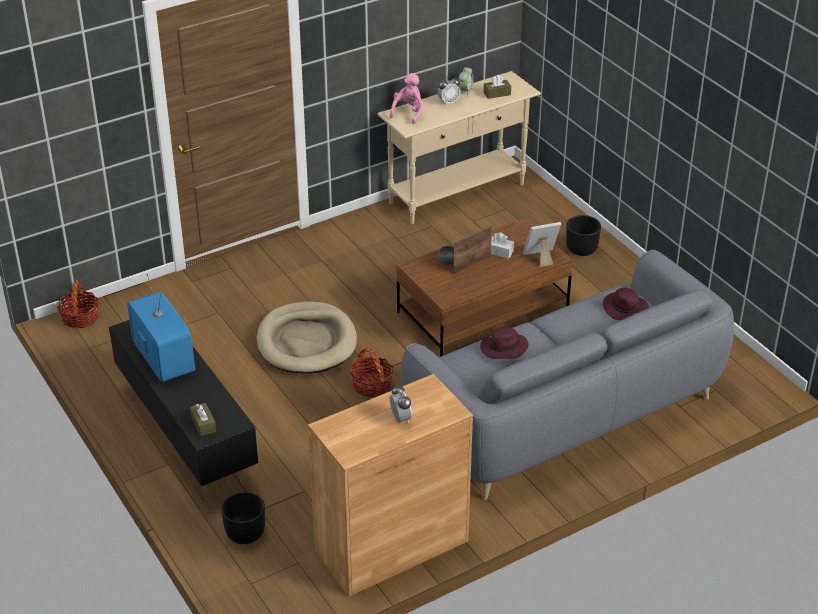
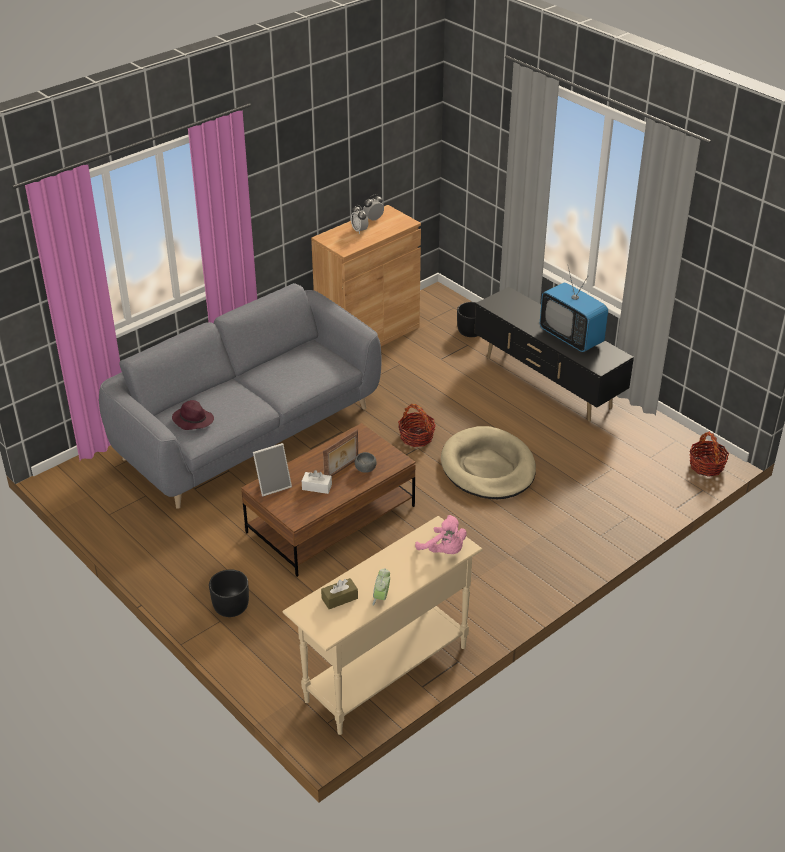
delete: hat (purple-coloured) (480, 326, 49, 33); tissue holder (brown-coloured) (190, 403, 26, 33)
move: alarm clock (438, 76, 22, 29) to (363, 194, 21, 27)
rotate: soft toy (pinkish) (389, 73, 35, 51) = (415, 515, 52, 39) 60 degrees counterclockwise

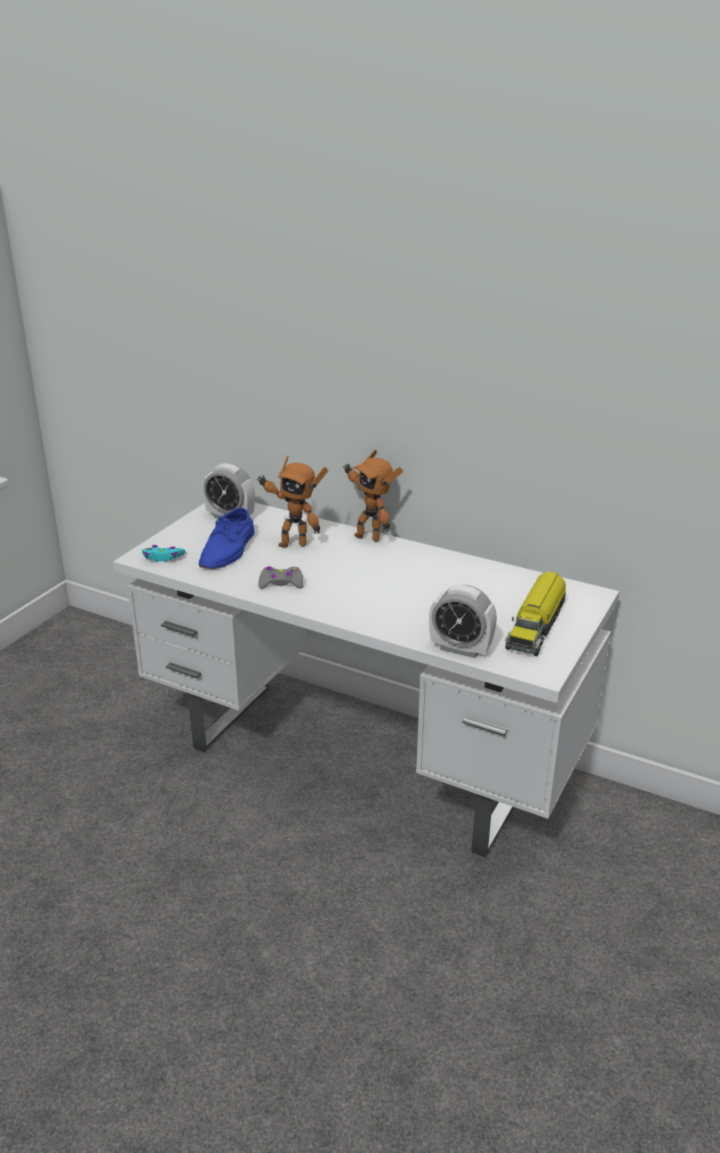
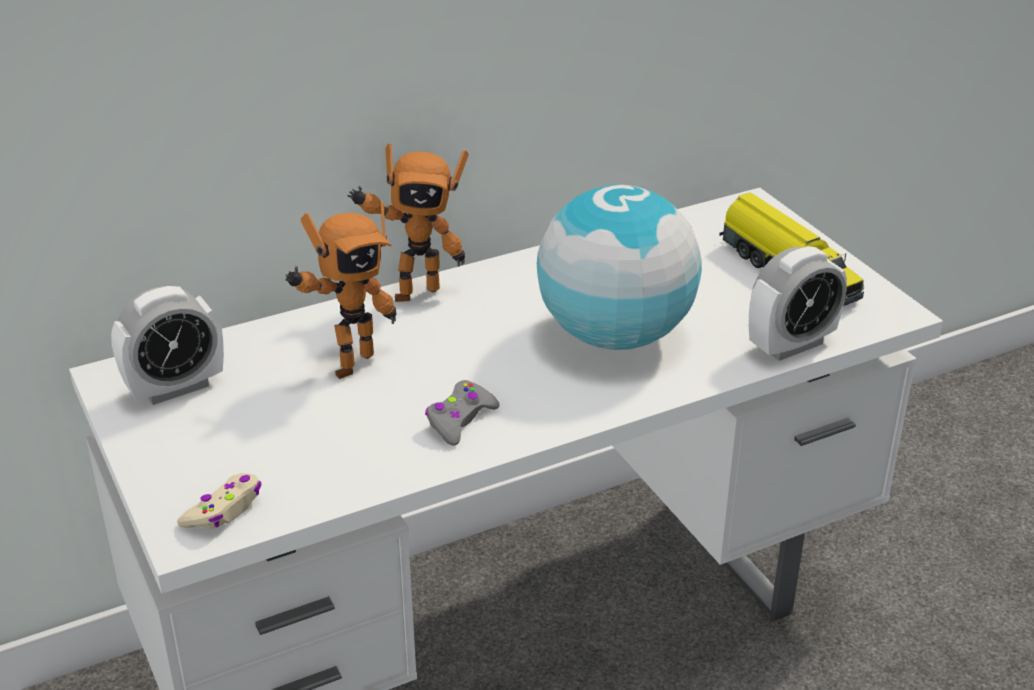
delete: shoe (blue-coloured) (199, 508, 56, 61)
insert: world globe (537, 185, 165, 165)
recolor: joypad (turquoise) (142, 545, 43, 17) to joypad (sand-coloured) (177, 473, 85, 56)

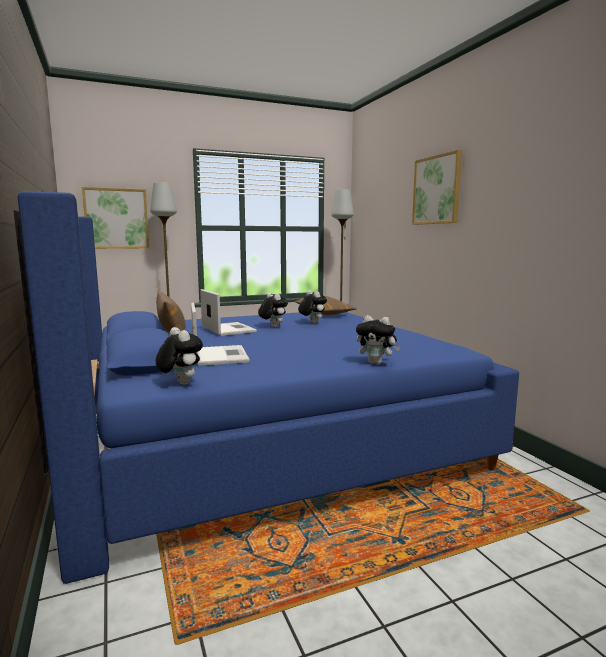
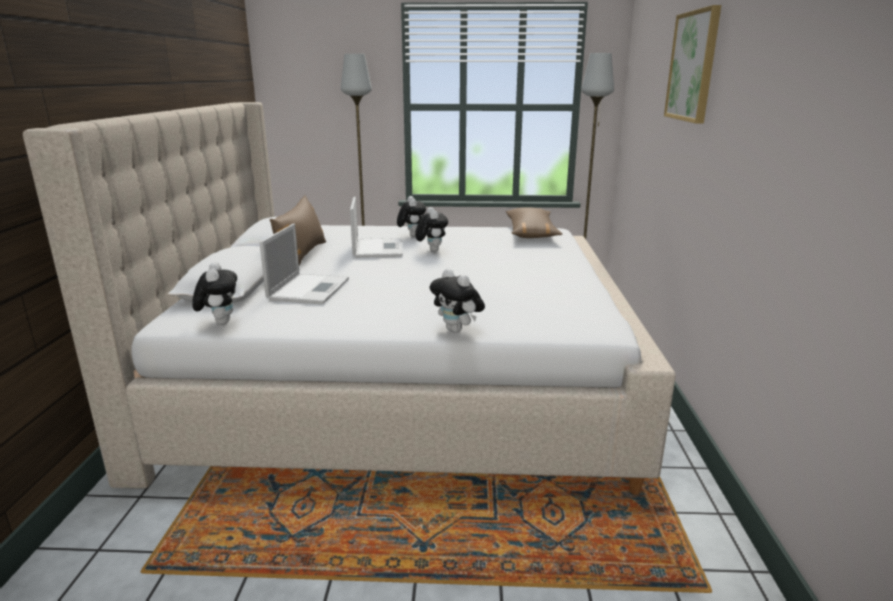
delete: wall art (82, 187, 67, 62)
move: soft toy (298, 290, 29, 34) to (397, 196, 29, 41)
recolor: bed (blue-coloured) (13, 191, 506, 393) to bed (sand-coloured) (23, 102, 653, 393)

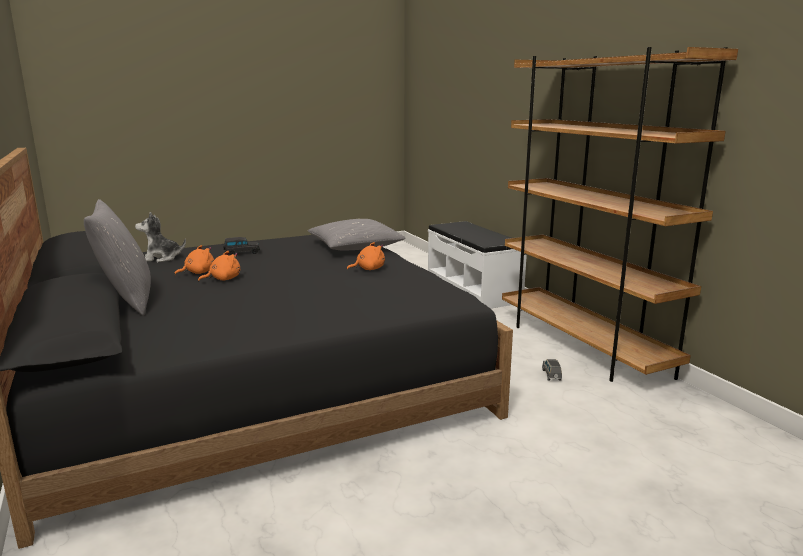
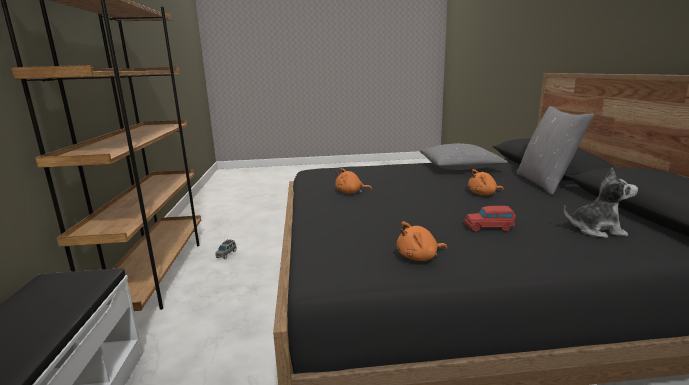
move: cushion (gray) (308, 219, 98, 32) to (420, 143, 88, 27); soft toy (orangey) (174, 245, 40, 30) to (397, 221, 50, 40)
recolor: model car (blackish) (222, 237, 38, 18) to model car (red-coloured) (465, 206, 51, 26)

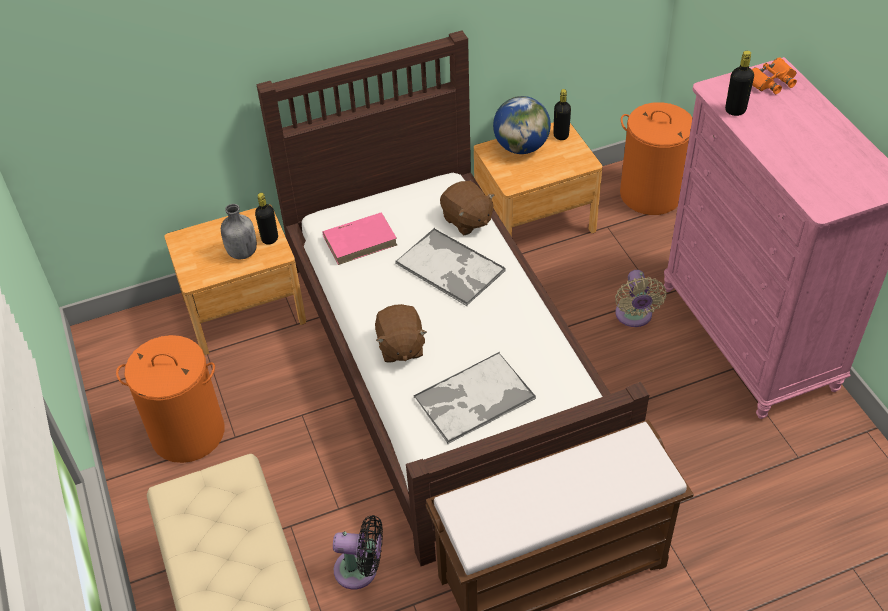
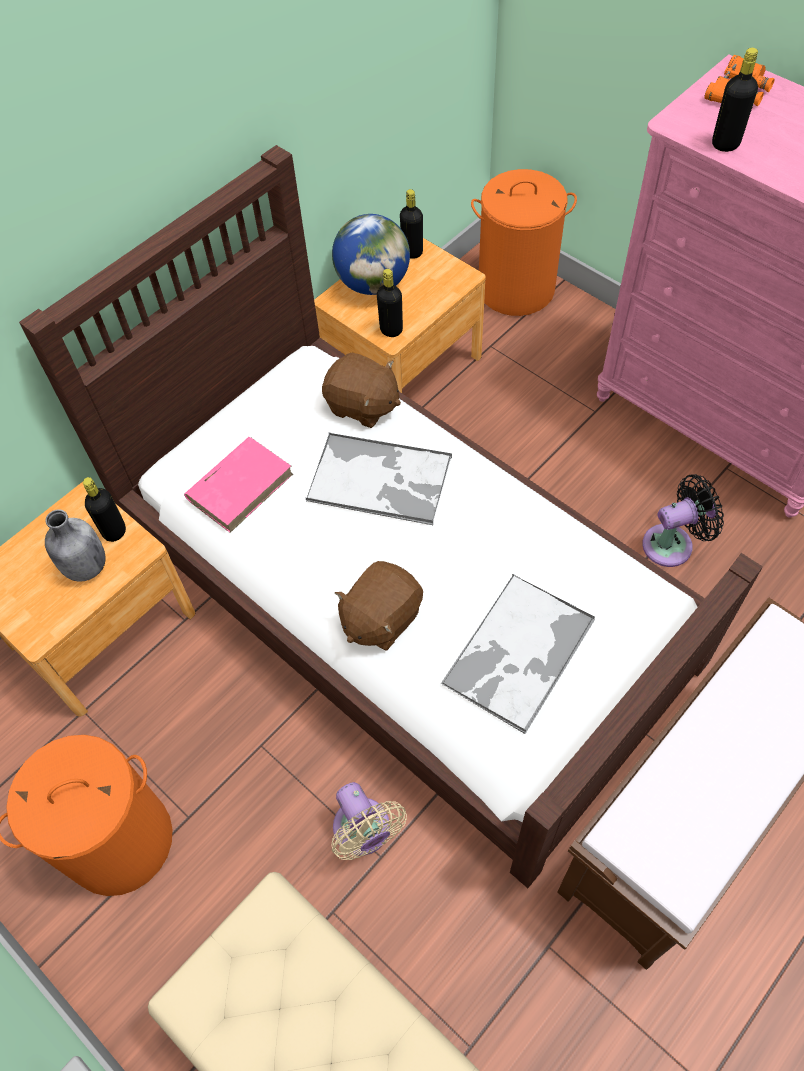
insert: beverage bottle (blackish) (377, 269, 26, 68)
move: fan (sand-coloured) (615, 270, 51, 57) to (332, 782, 75, 78); fan (blackish) (333, 515, 50, 74) to (642, 474, 82, 93)
rotate: soft toy (brown-coloured) (375, 304, 52, 59) = (335, 561, 88, 90) 75 degrees clockwise

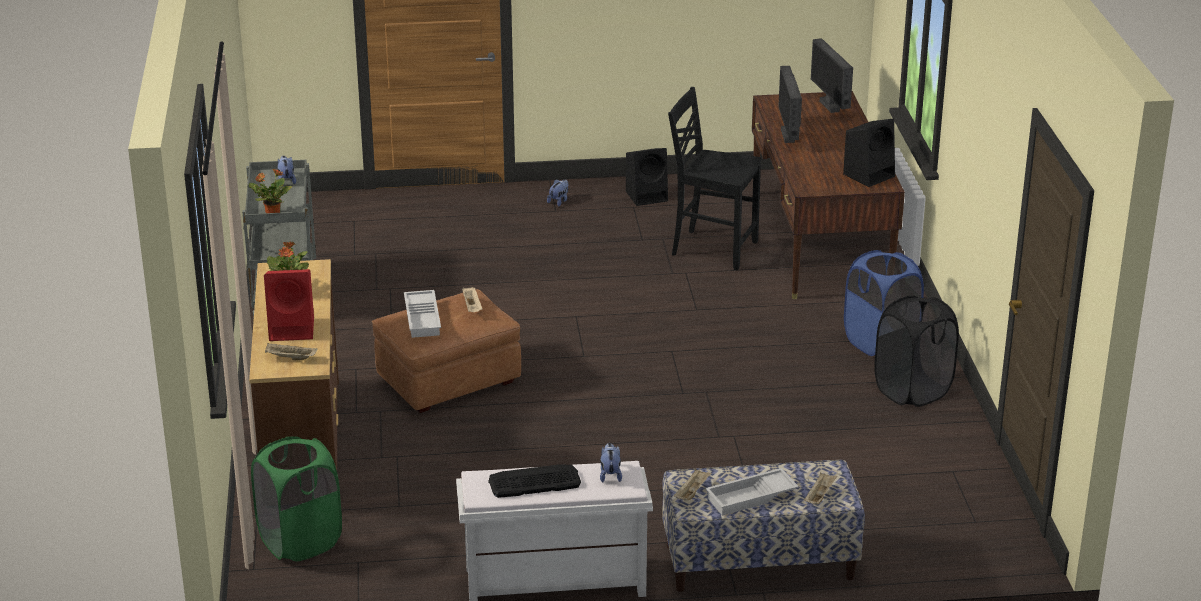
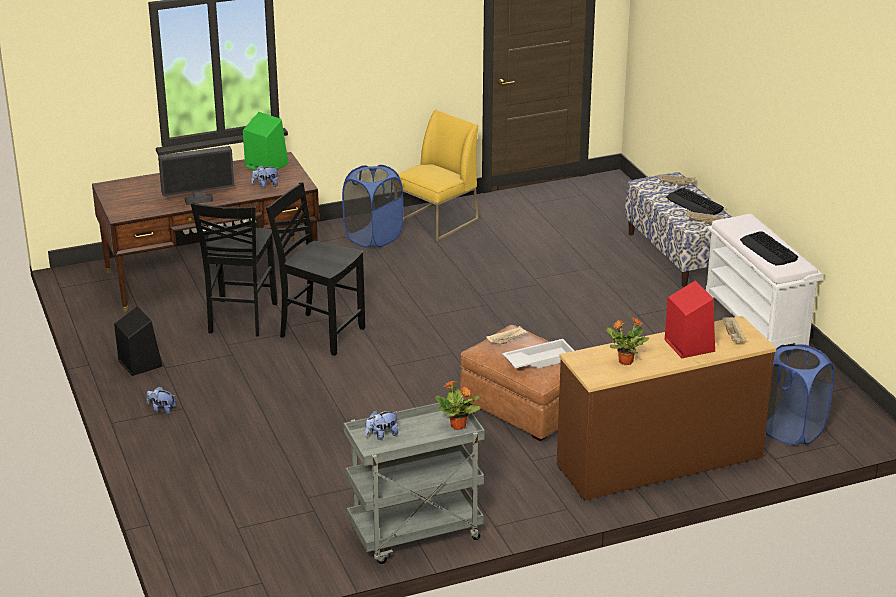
delete: computer display (811, 38, 42, 75)
insert: upright chair (blackish) (266, 182, 99, 174)
move: soft toy (600, 443, 22, 39) to (251, 165, 27, 23)
replace: washing basket (blackish) (874, 295, 85, 112) to upright chair (yellowish) (398, 110, 81, 132); serving tray (whitish) (705, 468, 94, 47) to computer keyboard (666, 188, 58, 27)
recolor: speaker (blackish) (843, 119, 52, 68) to speaker (green) (243, 112, 45, 58); washing basket (green) (251, 436, 91, 125) to washing basket (blue-coloured) (765, 344, 69, 101)

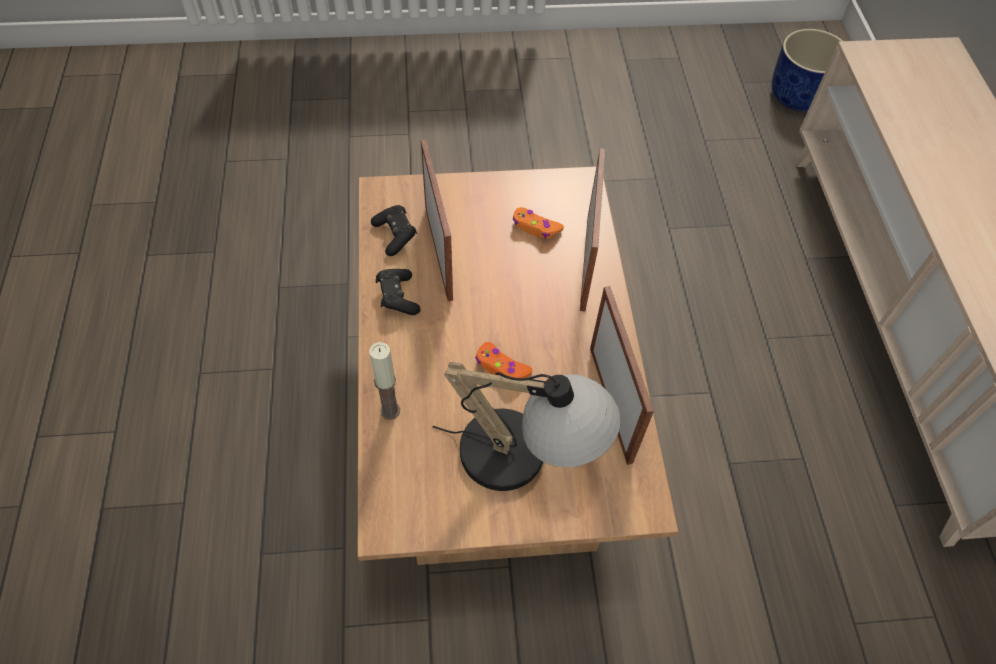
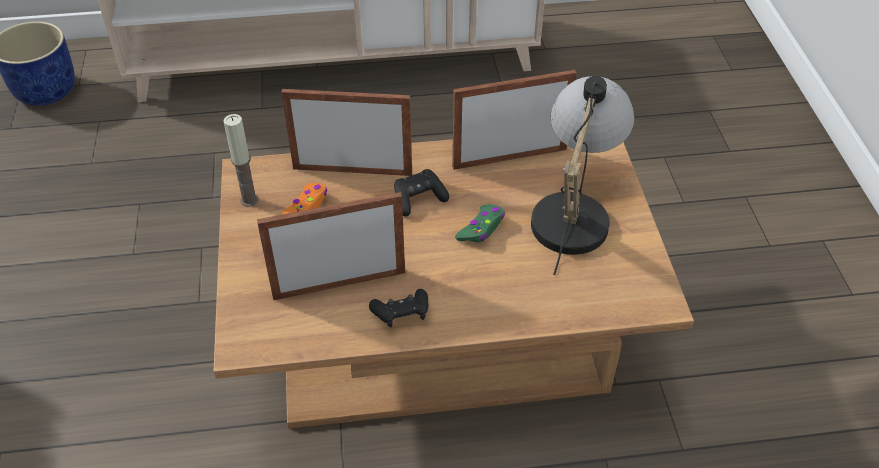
move: joypad (blackish) (371, 205, 46, 51) to (394, 169, 55, 47); candle (369, 342, 31, 78) to (223, 114, 36, 93)
recolor: joypad (orangey) (475, 342, 58, 36) to joypad (green) (455, 204, 50, 38)

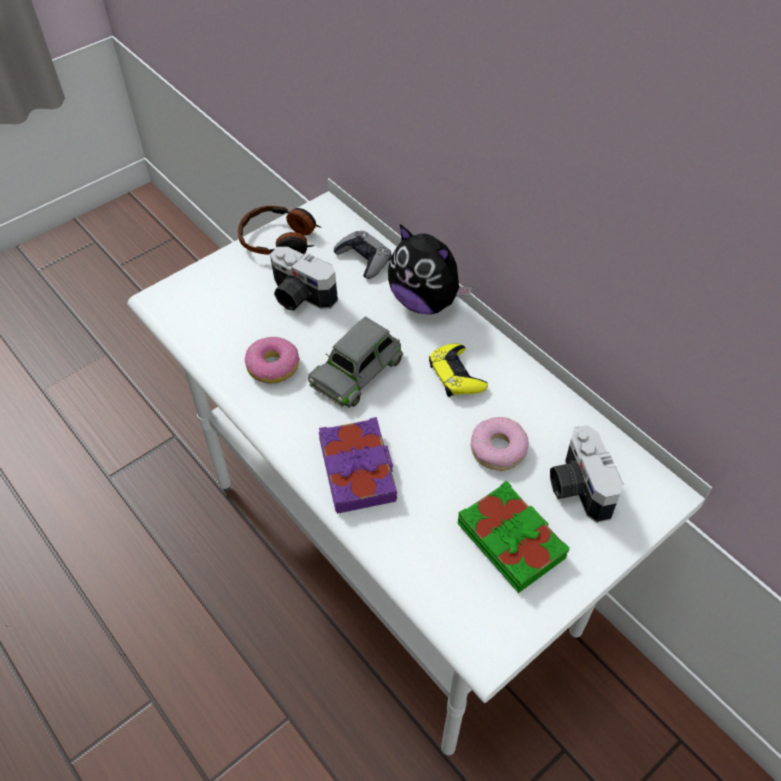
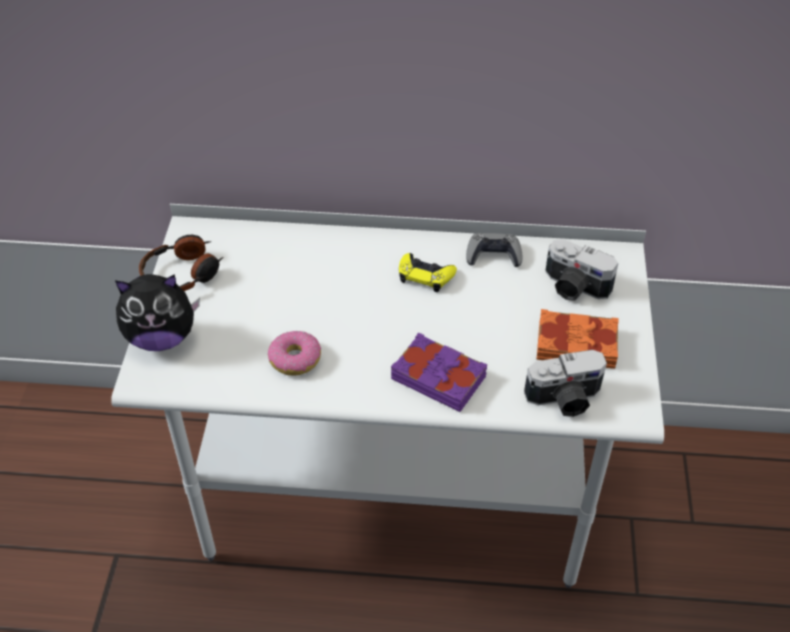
delete: model car (gray) (308, 316, 95, 92); doughnut (470, 417, 59, 54)
move: soft toy (388, 224, 85, 91) to (115, 274, 85, 77); joypad (gray) (334, 231, 57, 48) to (466, 233, 57, 34); still camera (270, 247, 68, 64) to (524, 350, 83, 67)
recolor: book (green) (458, 480, 112, 113) to book (orangey) (536, 309, 82, 60)

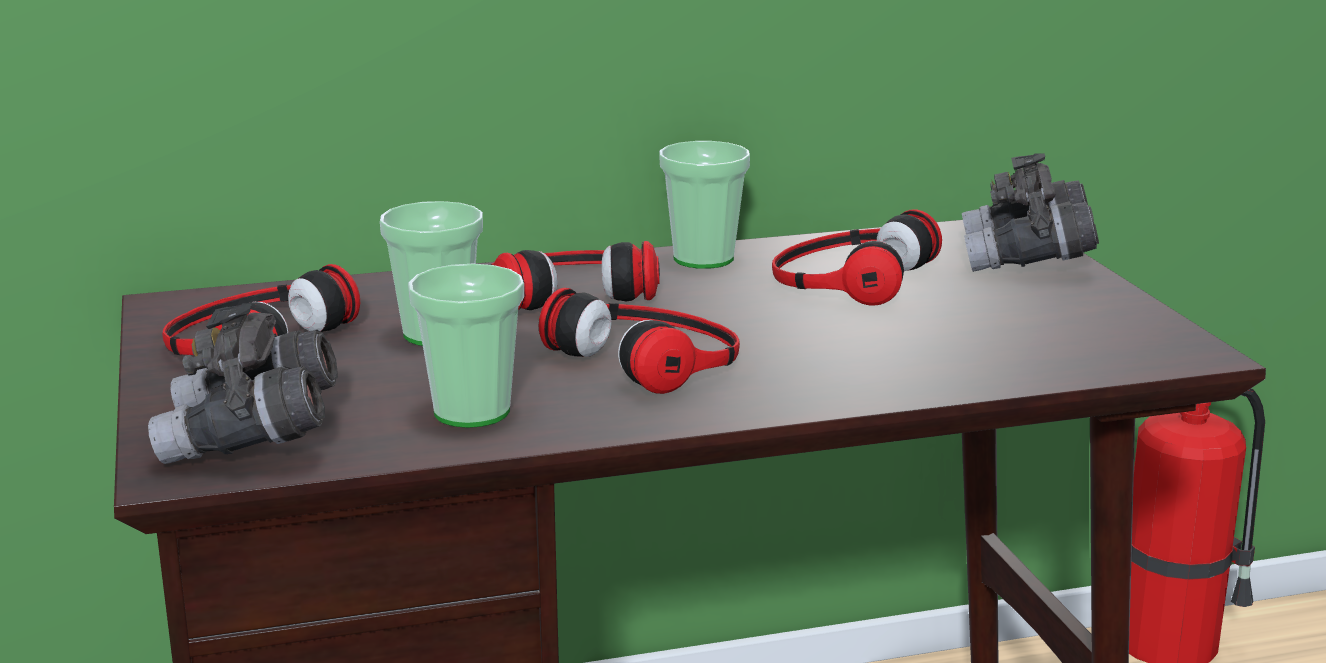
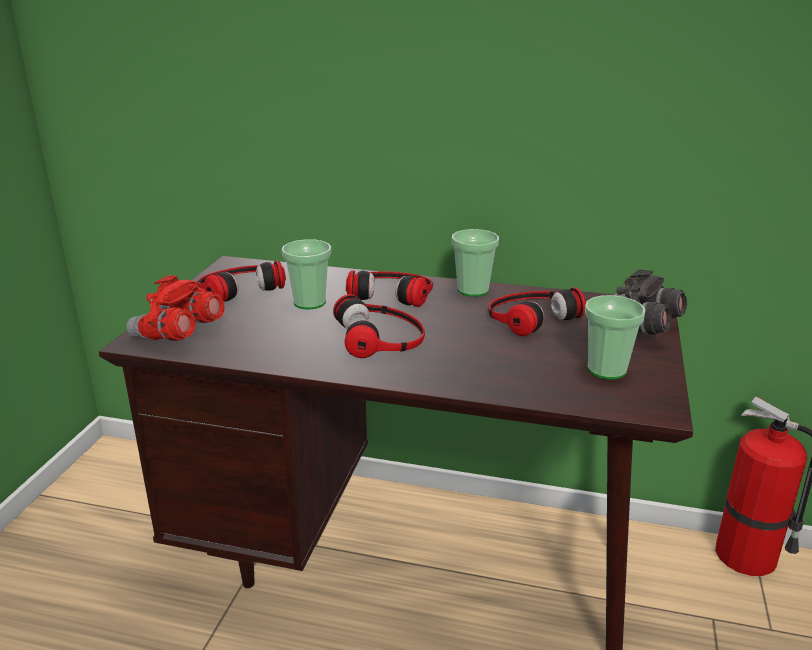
move: cup (408, 264, 116, 164) to (585, 295, 61, 84)
recolor: pair of binoculars (gray) (148, 303, 190, 161) to pair of binoculars (red-coloured) (127, 275, 97, 66)

